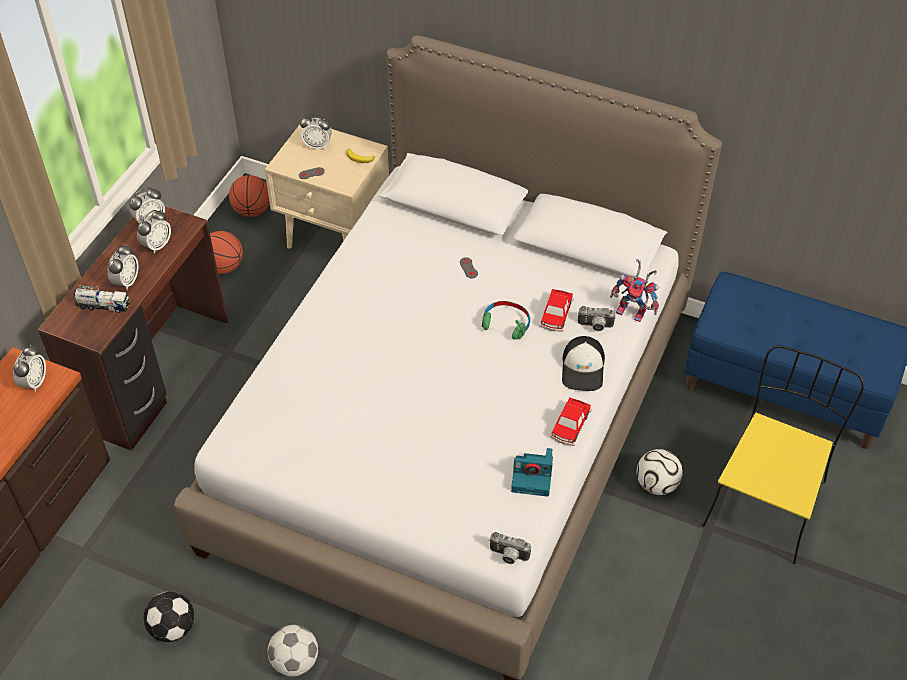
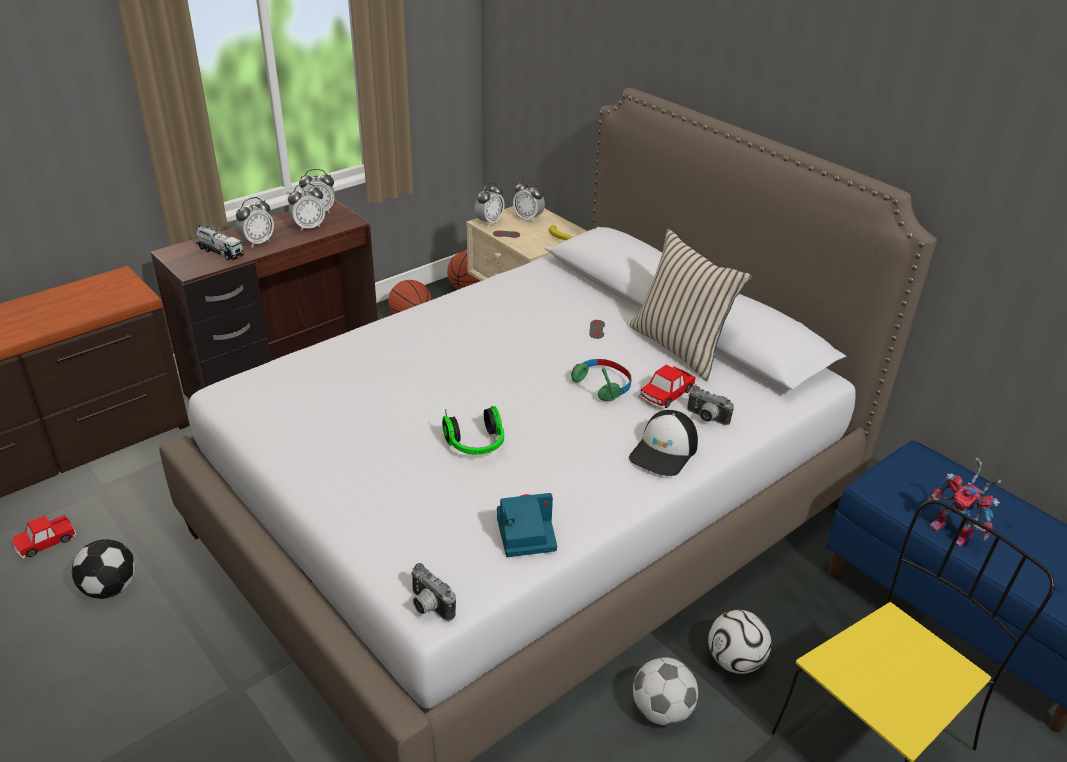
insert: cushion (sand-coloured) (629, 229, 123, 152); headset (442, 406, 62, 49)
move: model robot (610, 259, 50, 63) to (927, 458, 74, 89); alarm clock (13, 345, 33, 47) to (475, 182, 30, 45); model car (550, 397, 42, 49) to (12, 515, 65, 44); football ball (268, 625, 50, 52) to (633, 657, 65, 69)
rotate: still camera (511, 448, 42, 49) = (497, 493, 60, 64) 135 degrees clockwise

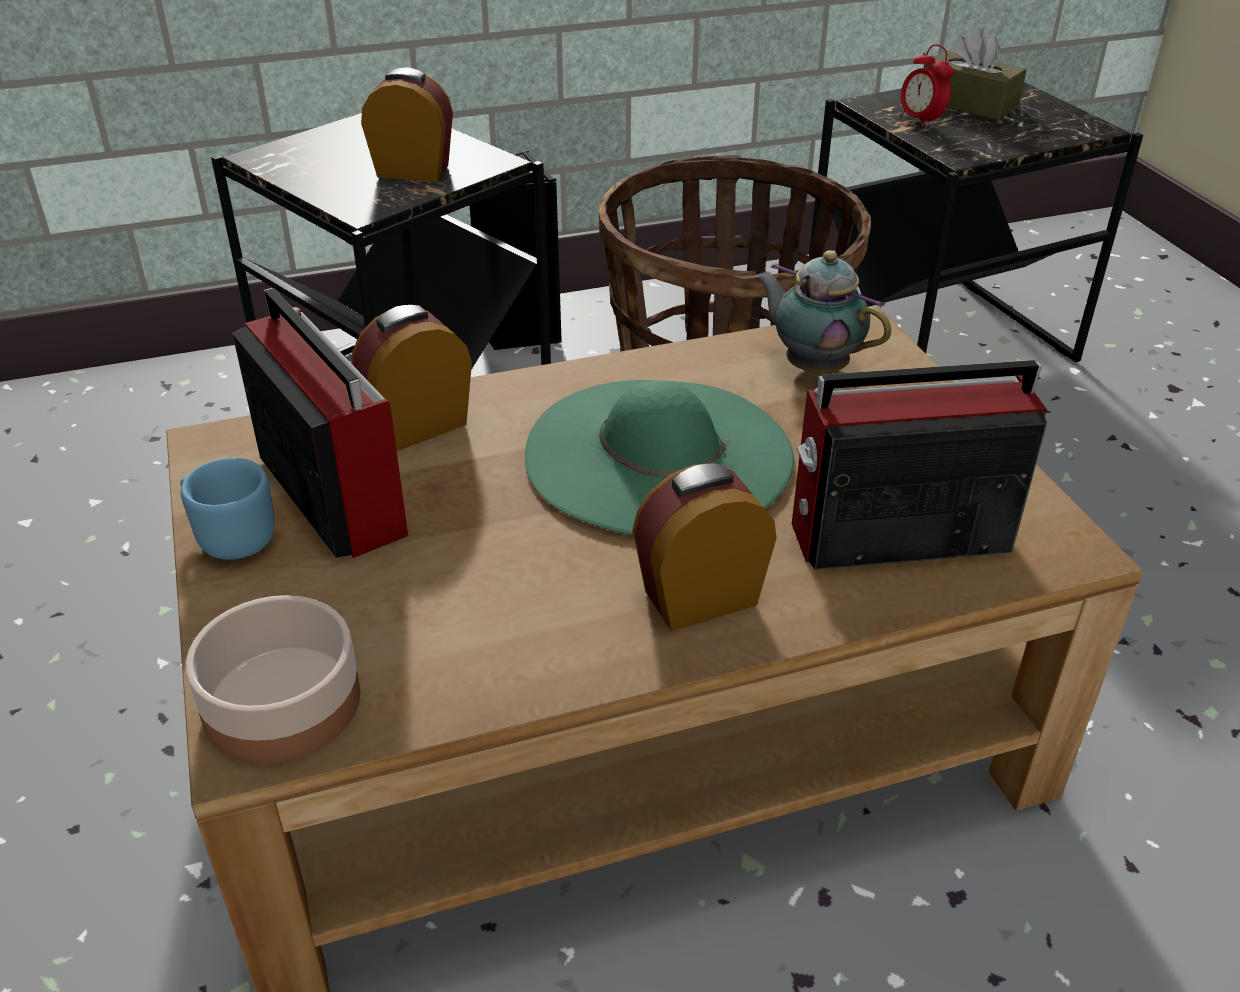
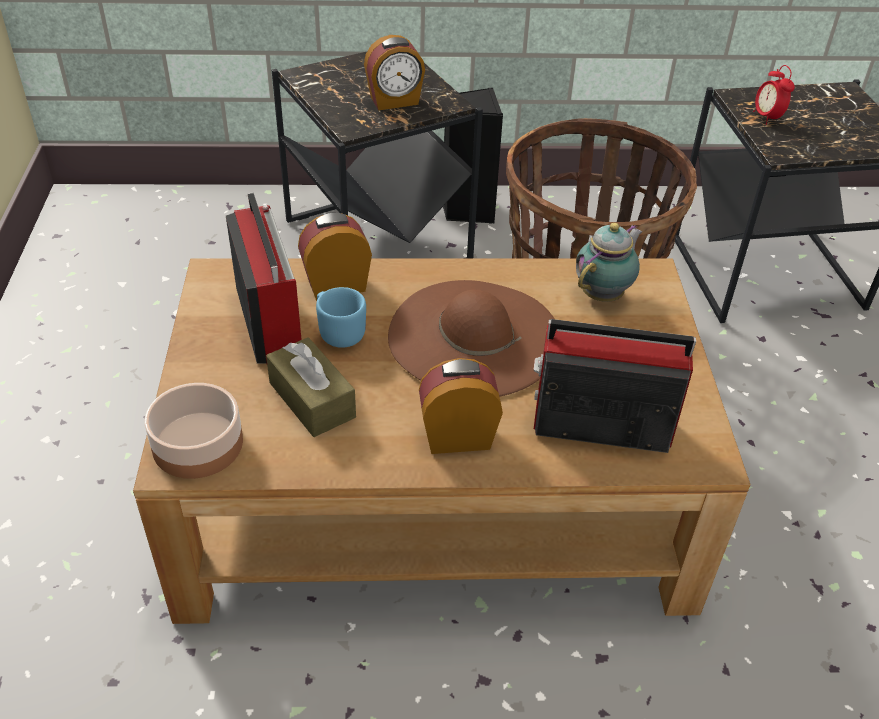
move: tissue holder (brown-coloured) (923, 28, 104, 93) to (266, 337, 90, 100); tea mug (blue-coloured) (180, 458, 95, 102) to (316, 287, 50, 61)
recolor: hat (green) (525, 380, 269, 155) to hat (brown-coloured) (388, 280, 166, 117)
rotate: alarm clock (361, 67, 92, 115) = (364, 35, 61, 75) 135 degrees clockwise; pot for tea (755, 250, 136, 123) = (576, 223, 66, 79) 75 degrees clockwise

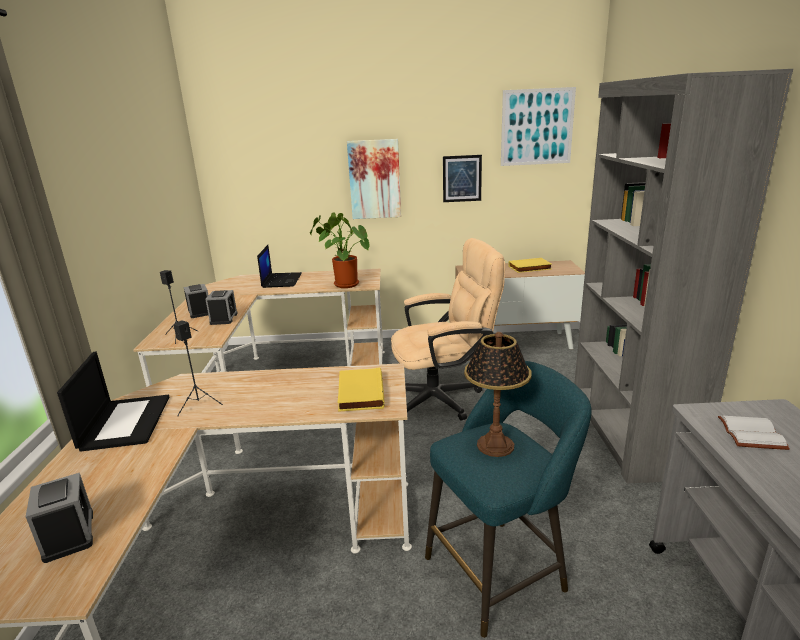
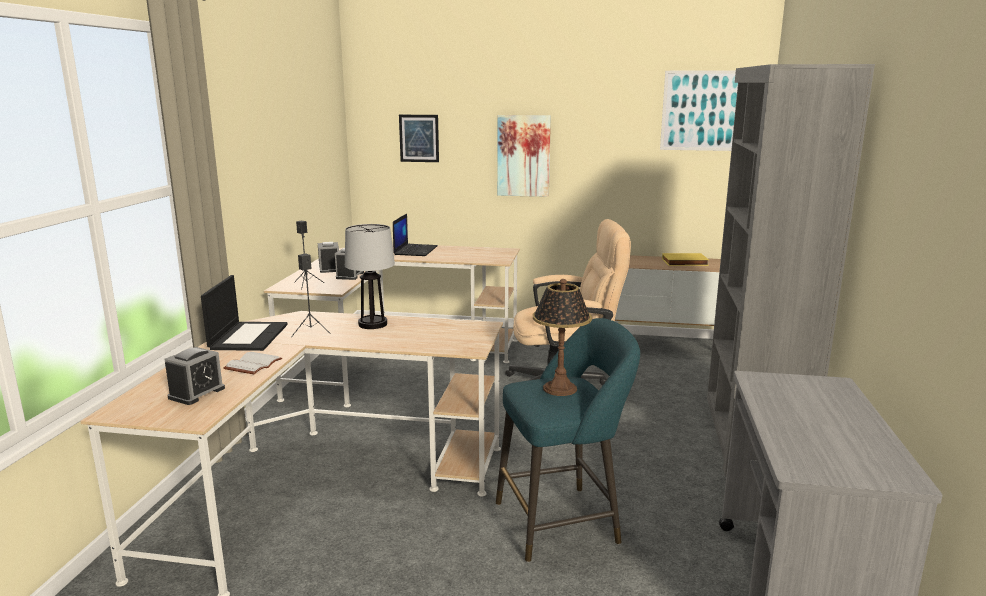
delete: potted plant (310, 212, 60, 76); book (yellowish) (337, 367, 48, 45)
insert: tabletop lamp (345, 224, 50, 105)
move: wall art (443, 155, 39, 47) to (399, 115, 40, 47); book (whitish) (718, 416, 72, 34) to (223, 352, 59, 22)
rotate: alarm clock (26, 473, 67, 90) = (165, 347, 60, 58) 45 degrees clockwise

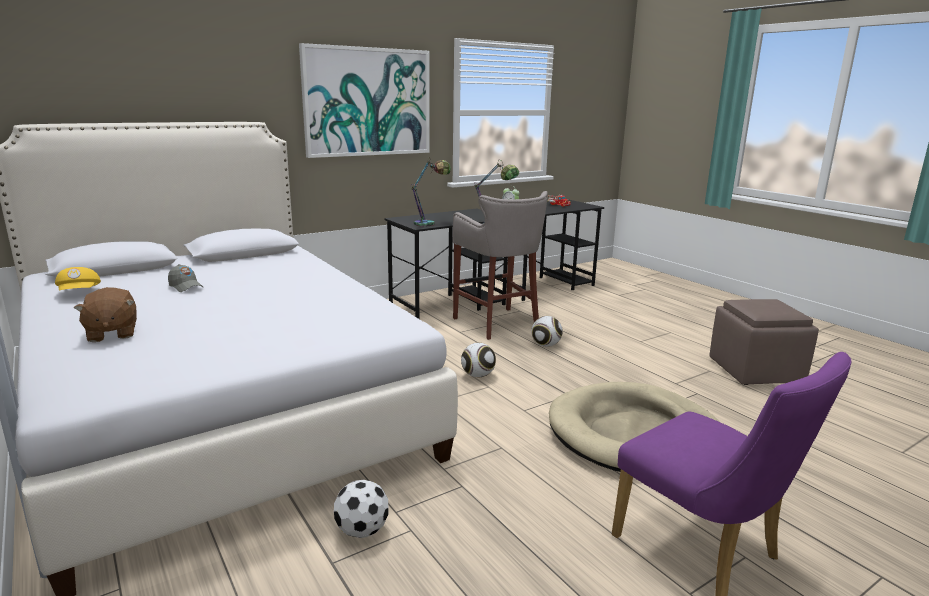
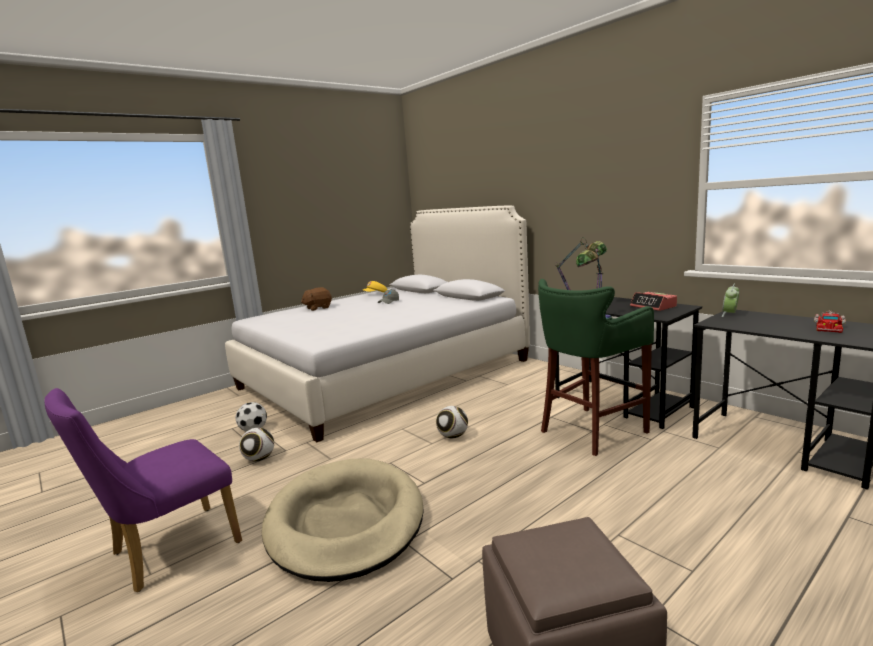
delete: wall art (299, 43, 130, 115)
insert: alarm clock (630, 292, 47, 19)
move: football ball (531, 316, 32, 31) to (239, 428, 35, 34)
recolor: stool seat (gray) (453, 191, 95, 149) to stool seat (green) (538, 279, 116, 177)

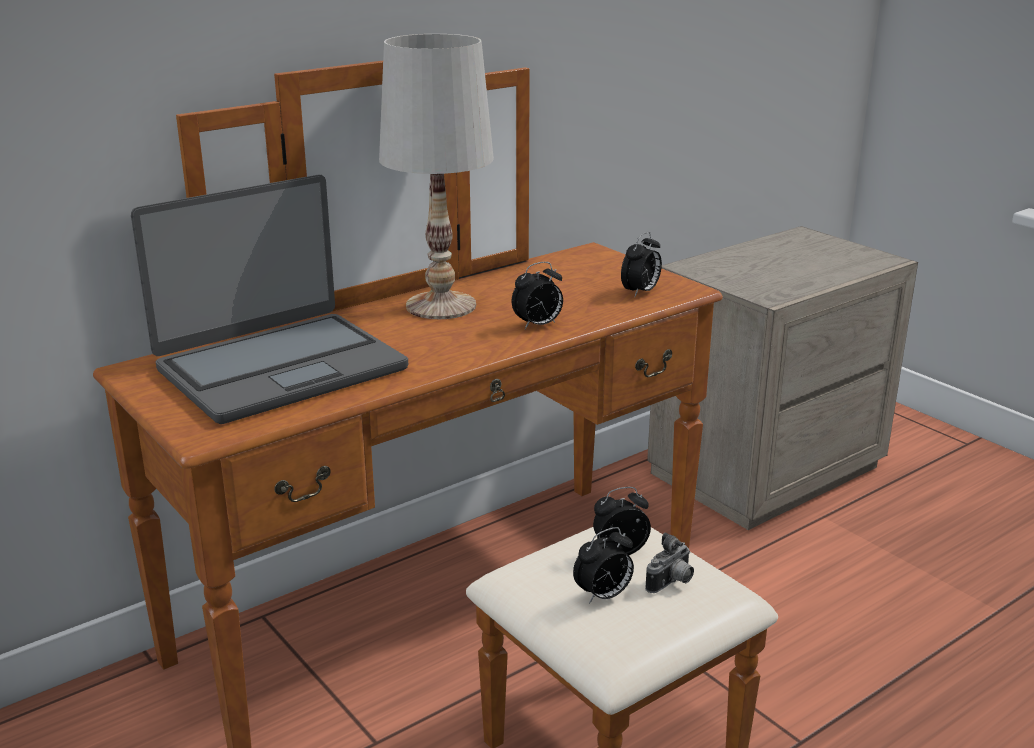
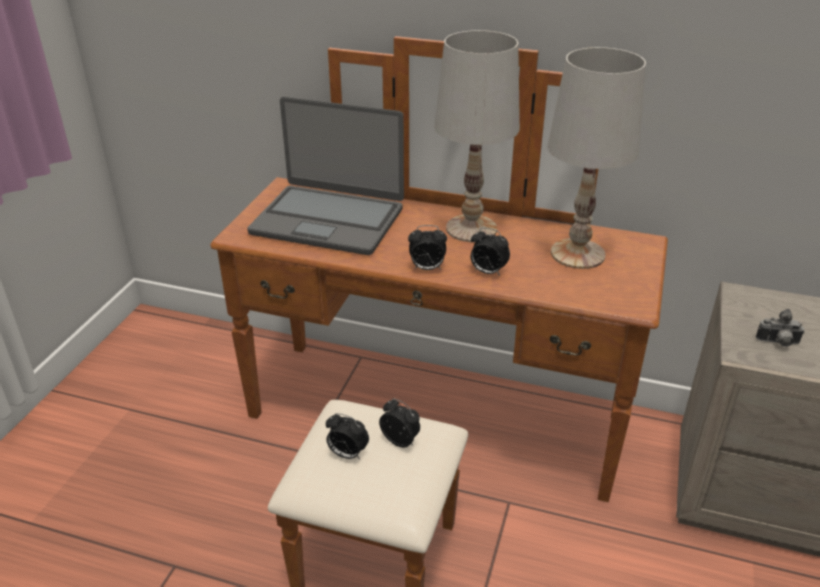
insert: tabletop lamp (whitish) (547, 47, 99, 222)
move: alarm clock (621, 232, 41, 65) to (408, 225, 39, 45); still camera (645, 533, 49, 60) to (756, 309, 49, 38)

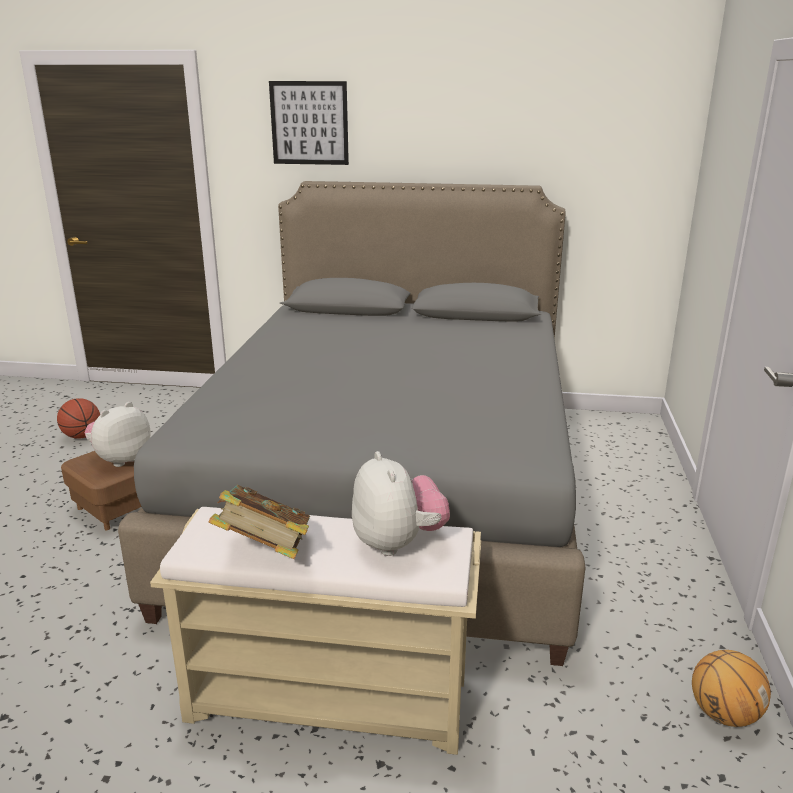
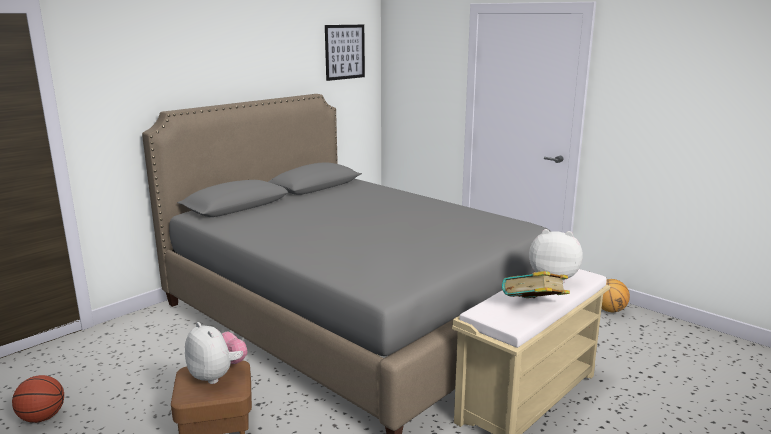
move: wall art (269, 81, 80, 84) to (325, 25, 40, 56)
rotate: soft toy (85, 402, 66, 65) = (185, 322, 62, 62) 150 degrees clockwise

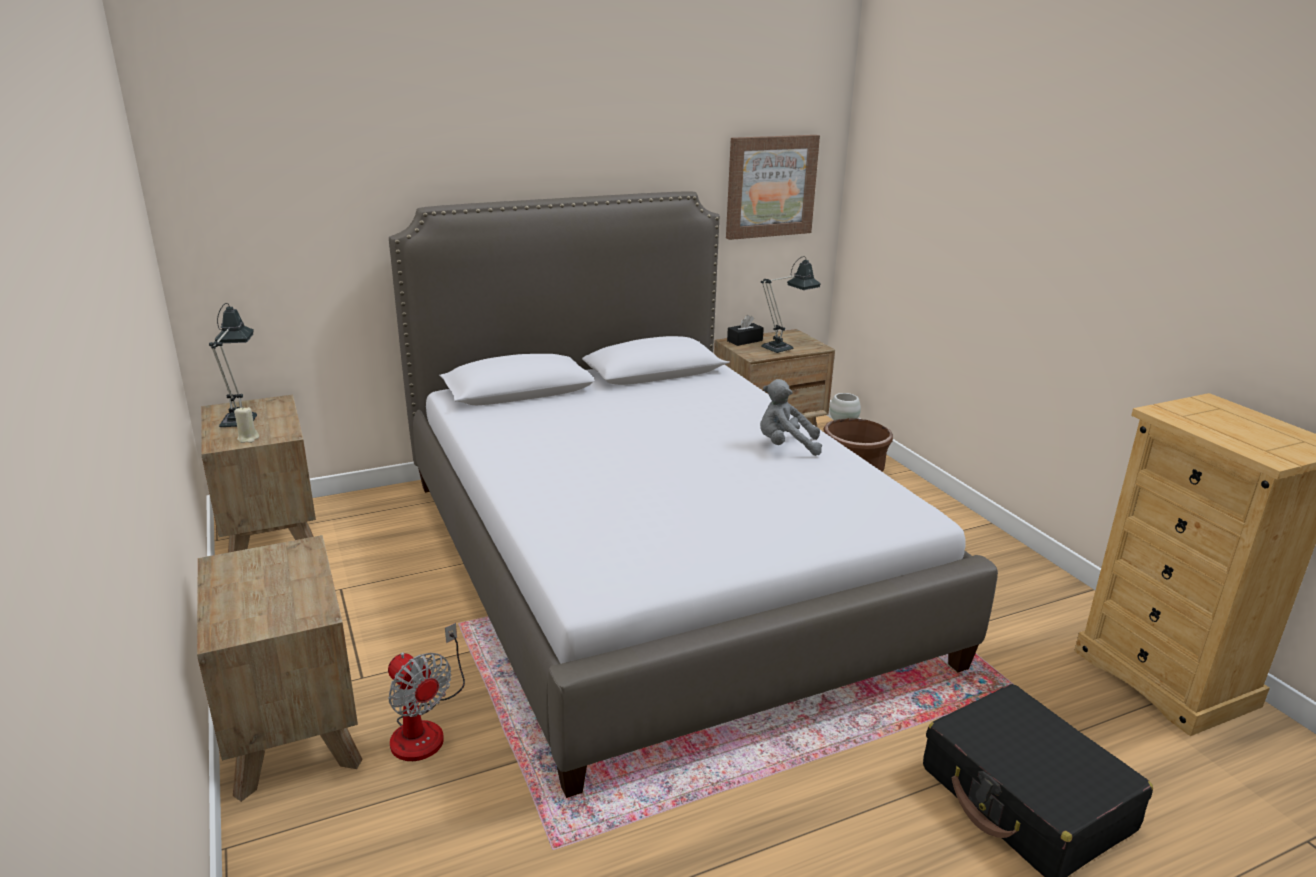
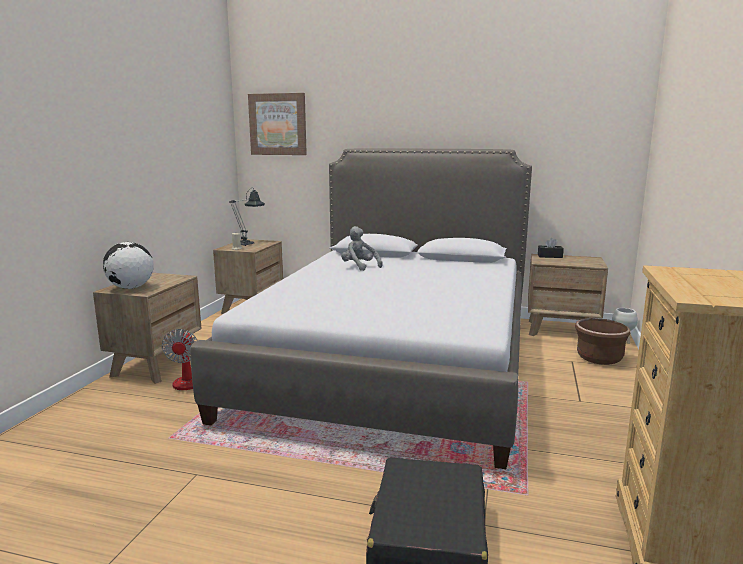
delete: tabletop lamp (761, 256, 60, 97)
insert: world globe (103, 242, 51, 47)
move: wall art (726, 135, 94, 105) to (248, 93, 59, 62); soft toy (gray) (760, 379, 62, 77) to (341, 226, 42, 45)

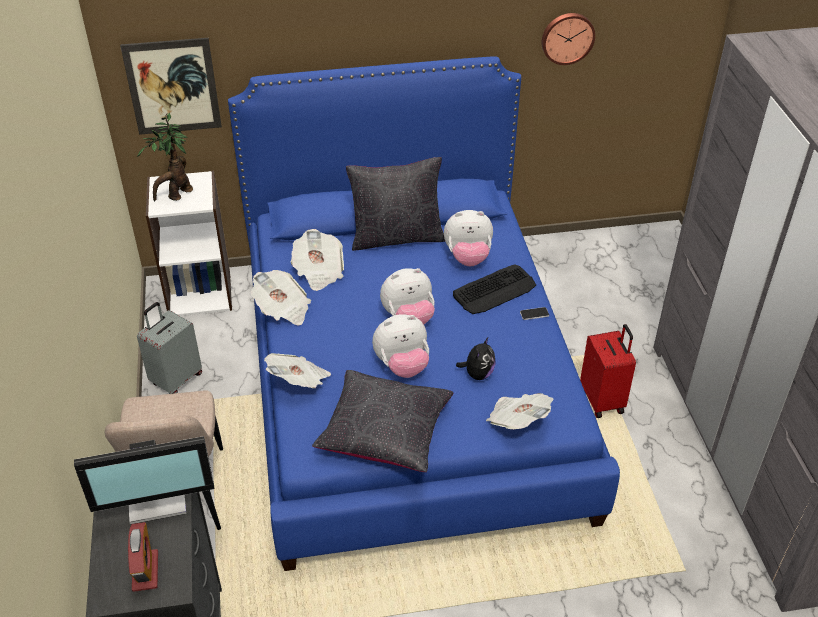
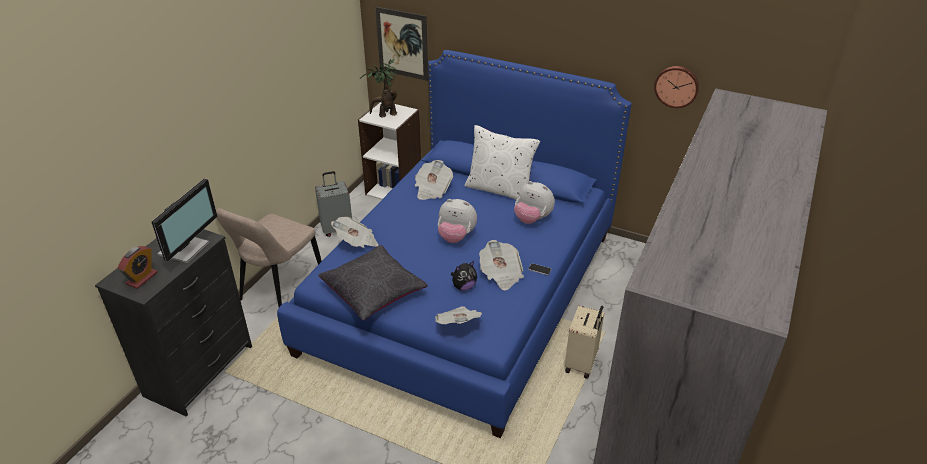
delete: computer keyboard (453, 264, 83, 50); soft toy (372, 314, 57, 64)
move: printed paper (251, 270, 60, 56) to (479, 240, 45, 51)
recolor: cushion (blackish) (346, 157, 99, 94) to cushion (whitish) (465, 125, 75, 75); travel case (red-coloured) (580, 324, 56, 94) to travel case (sand-coloured) (565, 306, 40, 73)
rotate: computer display (74, 436, 141, 88) = (152, 179, 66, 85) 90 degrees counterclockwise

